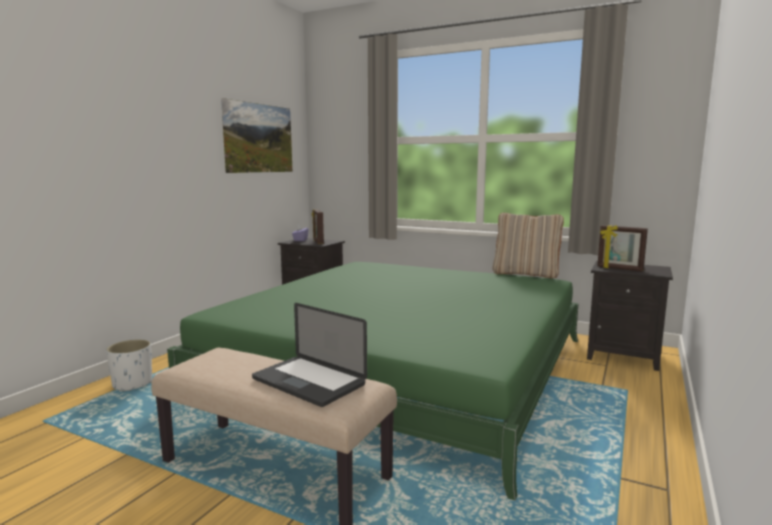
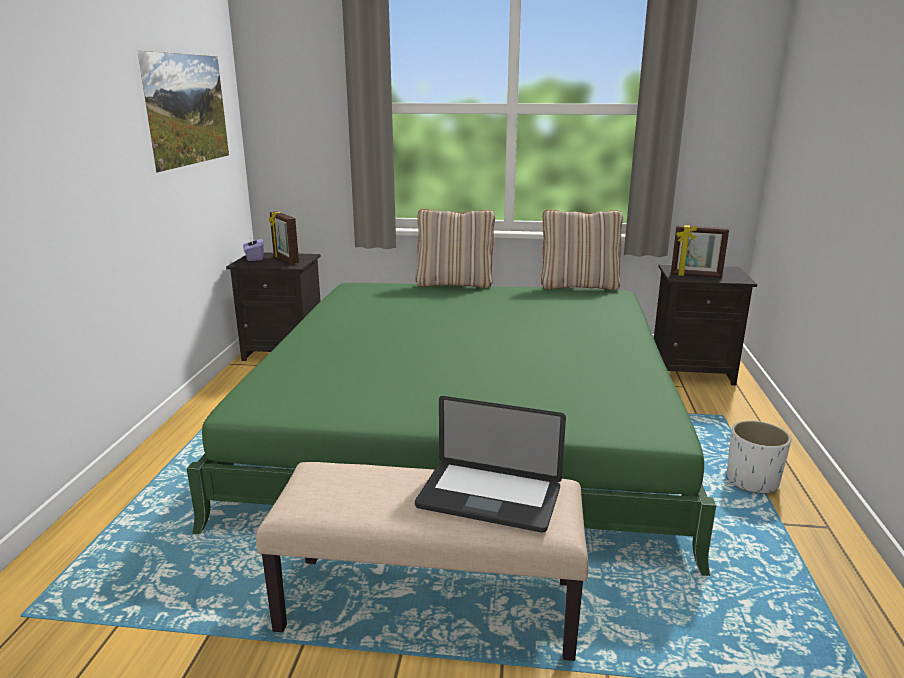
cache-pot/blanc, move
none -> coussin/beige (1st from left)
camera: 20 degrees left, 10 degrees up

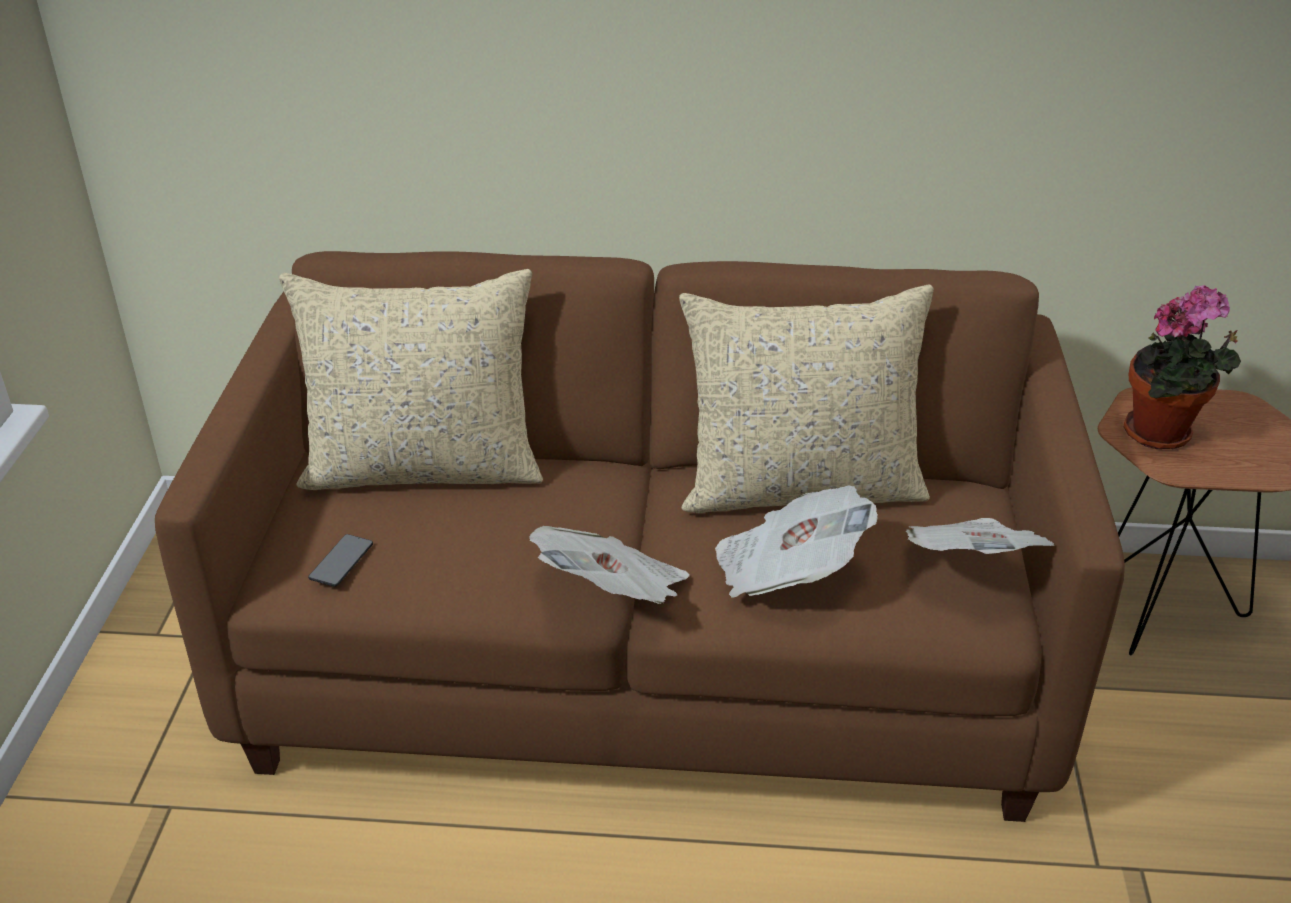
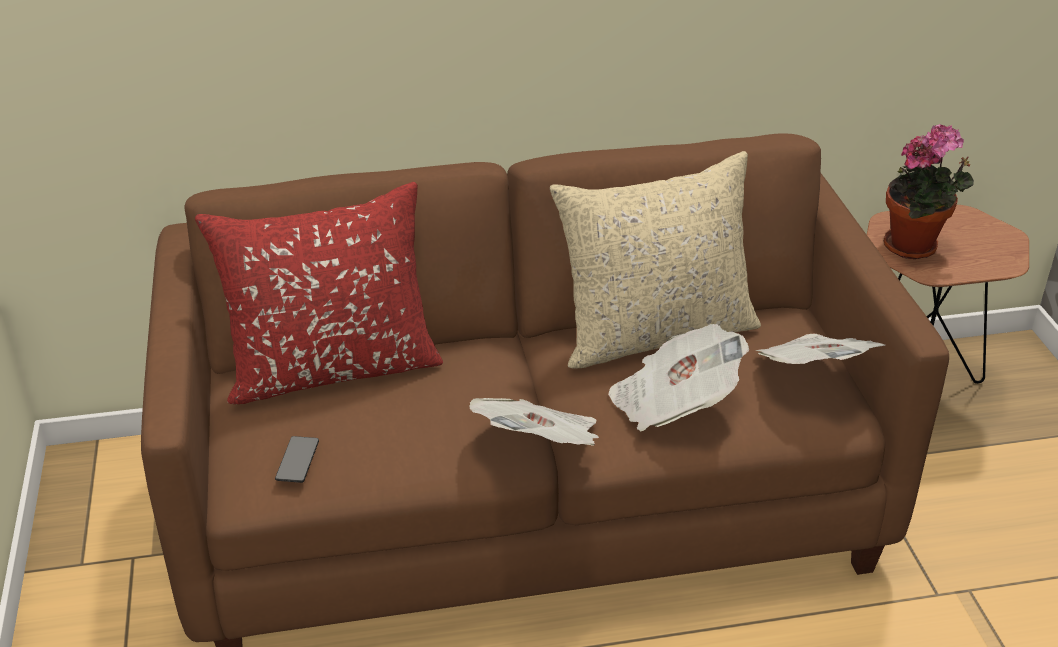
coussin/beige (1st from left) -> coussin/rouge
camera: 15 degrees left, 0 degrees up

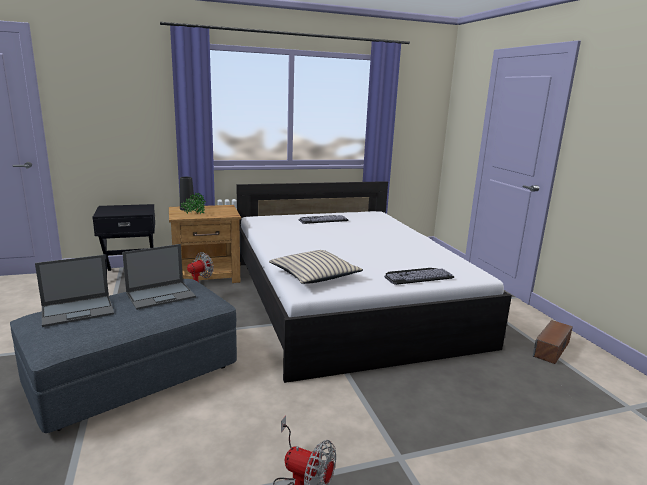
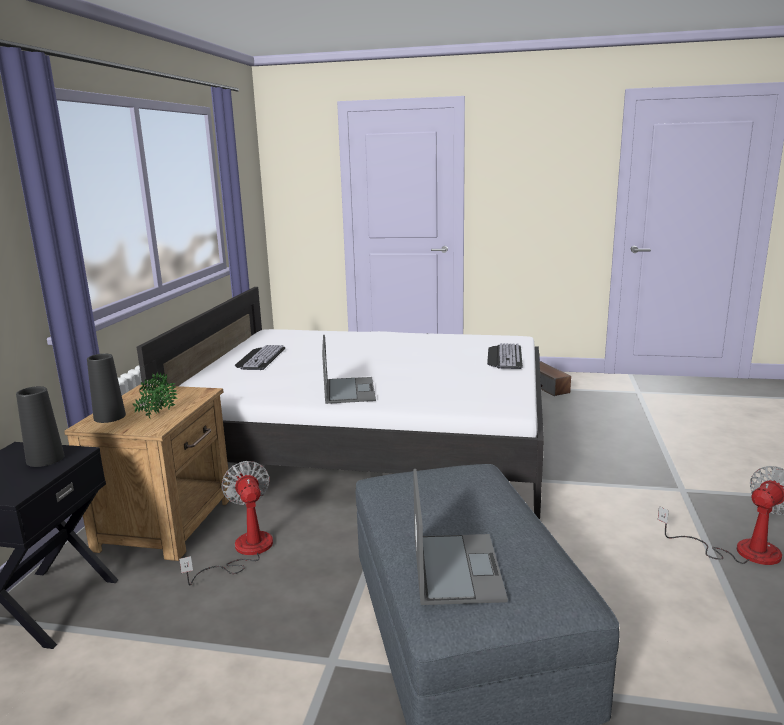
ordinateur portable (2nd from left in the first image) -> ordinateur portable (1st from left), move
coussin/beige -> none
none -> vase/noir (1st from left)
camera: 60 degrees left, 0 degrees up

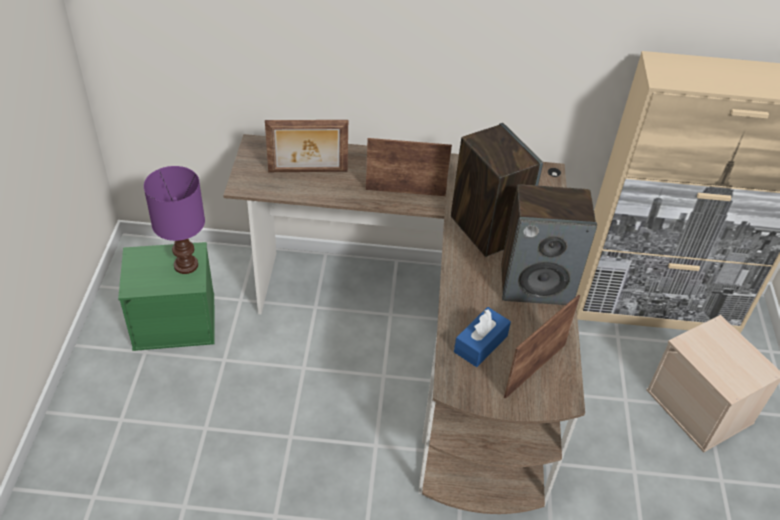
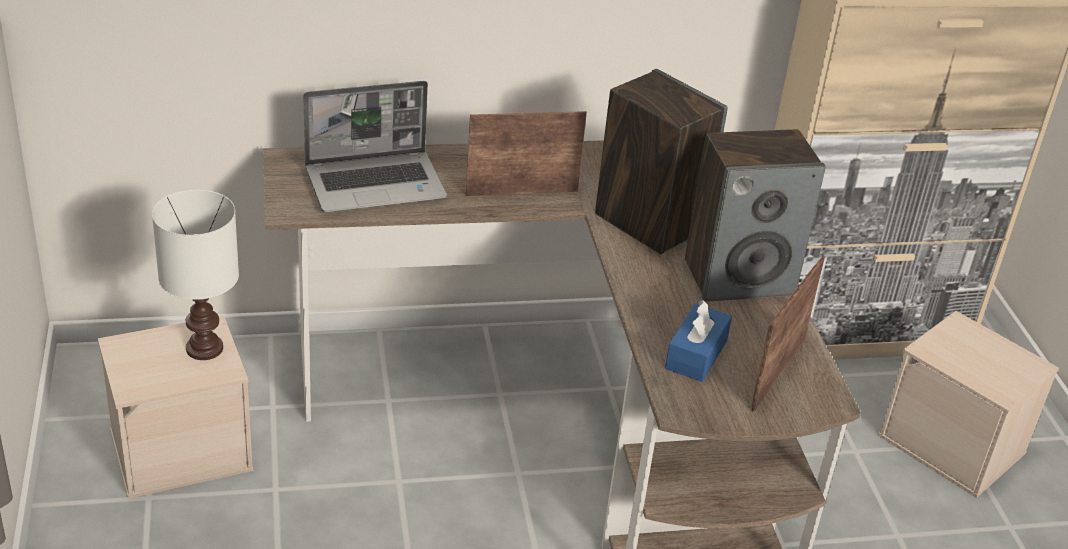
cadre photo (1st from left) -> ordinateur portable
lampe de table/violet -> lampe de table/blanc
boîte de rangement/vert -> boîte de rangement/beige (1st from left)
camera: 15 degrees left, 10 degrees down

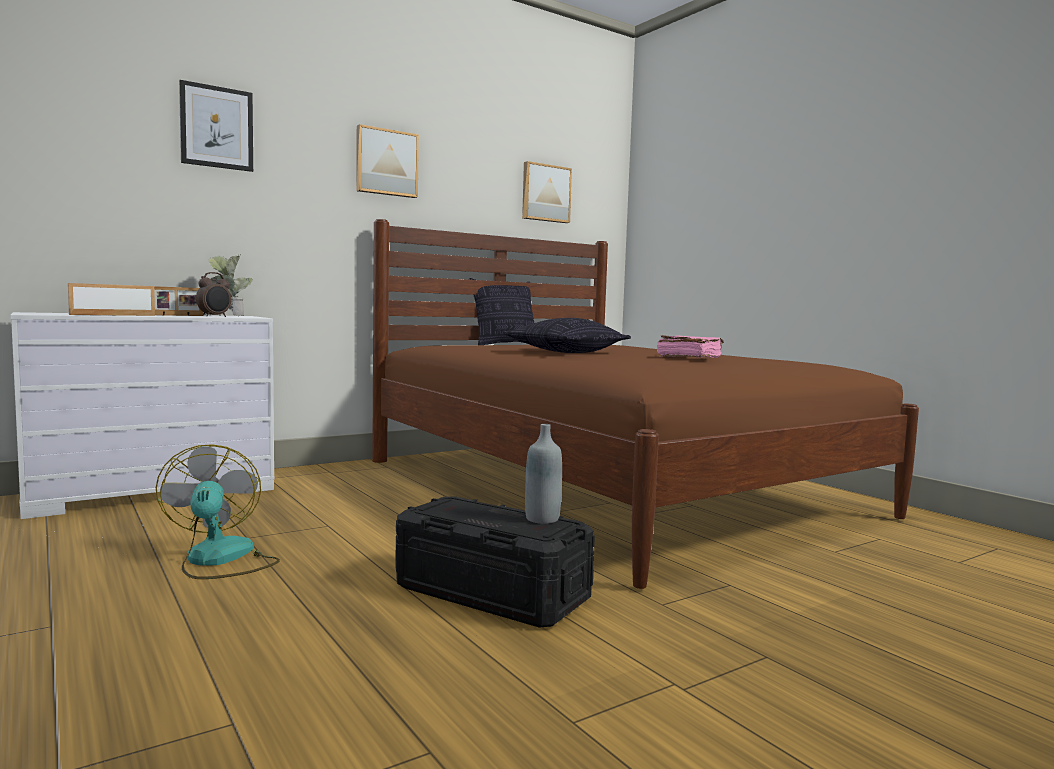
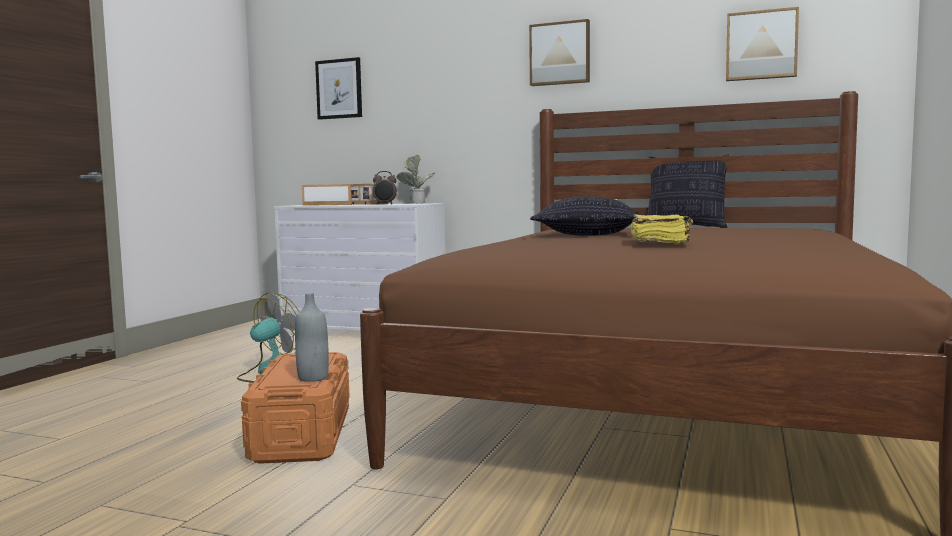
tableau (1st from left), move
livre/rose -> livre/jaune
boîte de rangement/noir -> boîte de rangement/orange
camera: 55 degrees right, 0 degrees up

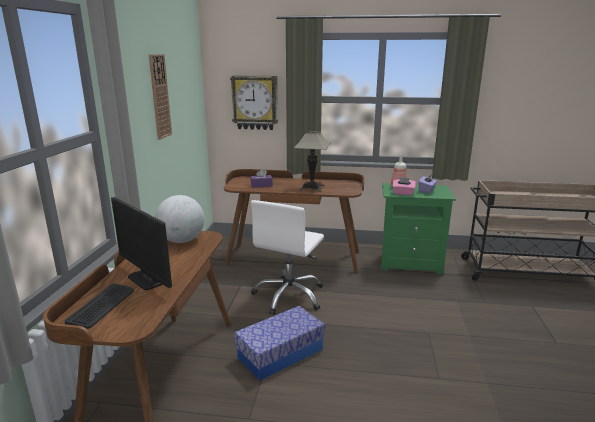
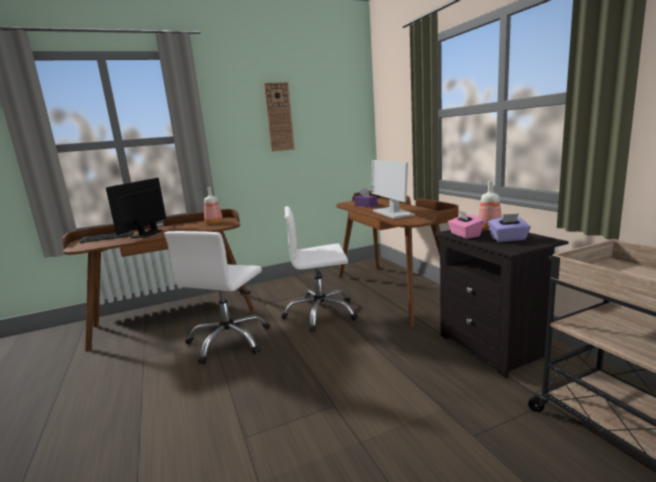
horloge murale (2nd from left) -> none
lampe de table -> écran d'ordinateur (2nd from left)
table de chevet/vert -> table de chevet/noir
globe -> bouteille (1st from left)
boîte de rangement -> chaise de bureau/blanc (1st from left)
camera: 60 degrees right, 5 degrees down

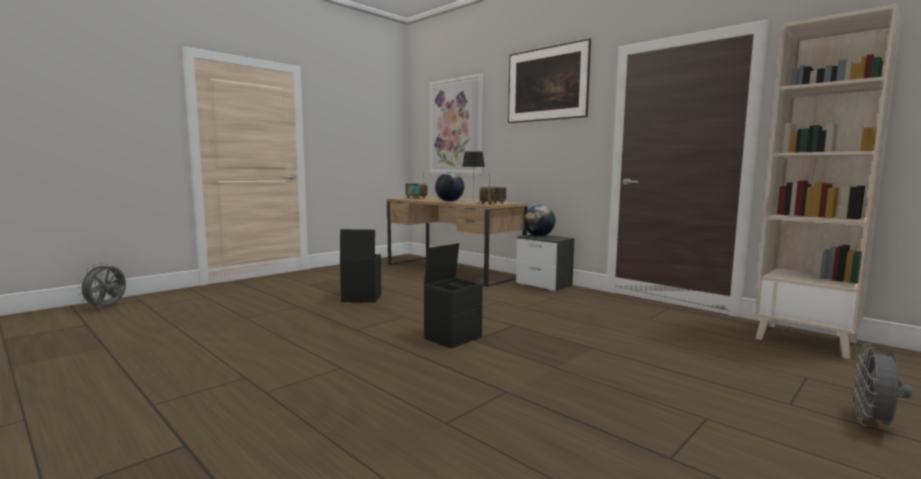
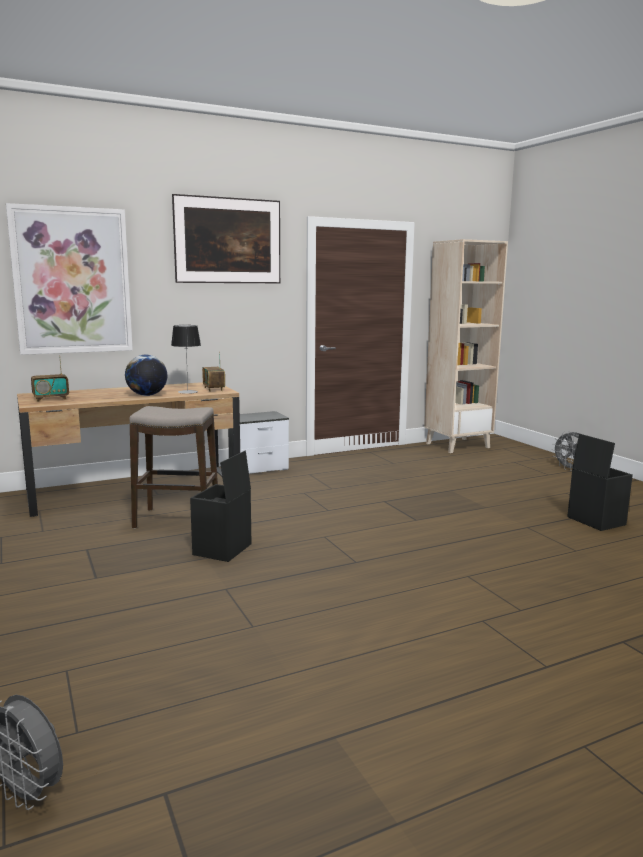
globe (2nd from left) -> none
boîte de rangement/noir (2nd from left), move
none -> tabouret
camera: 70 degrees left, 5 degrees up

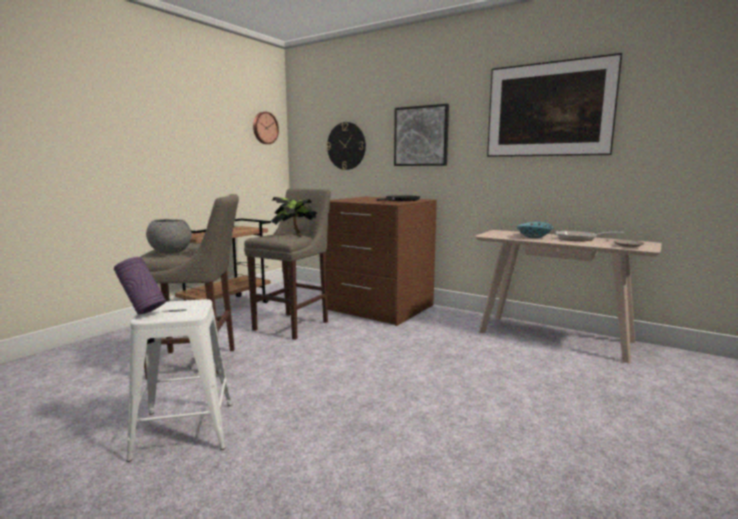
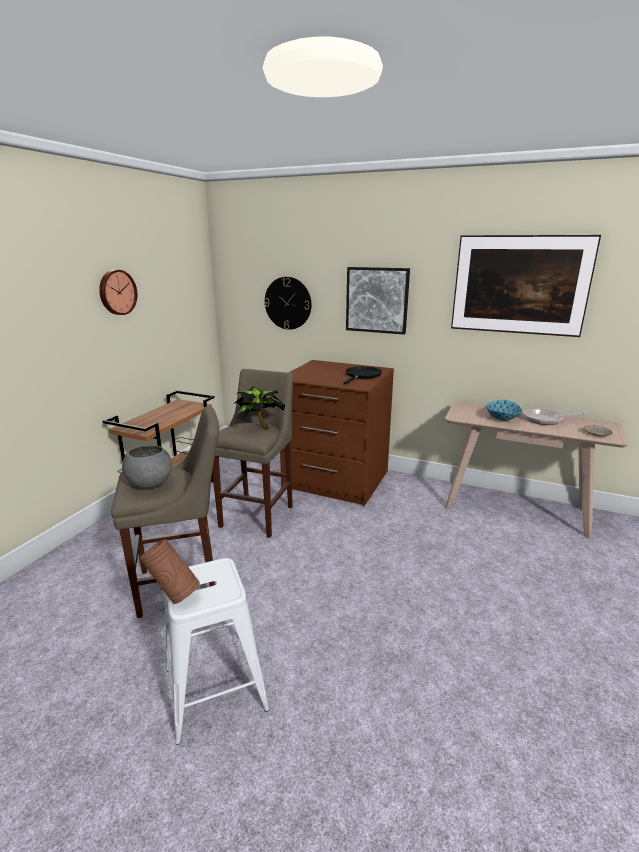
horloge murale (1st from left), move
vase/violet -> vase/marron
camera: 10 degrees left, 10 degrees up

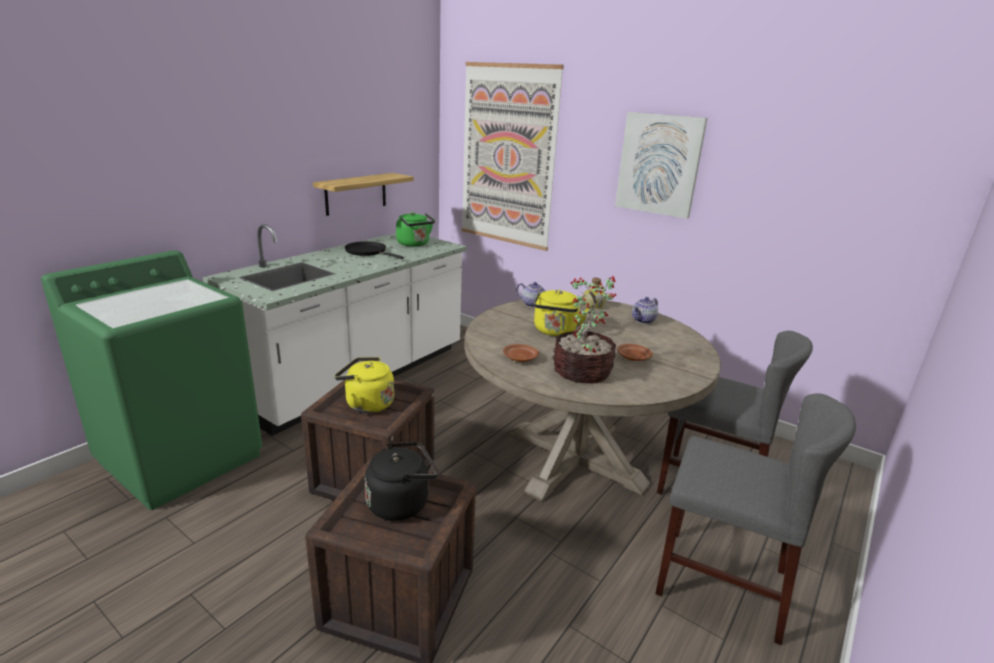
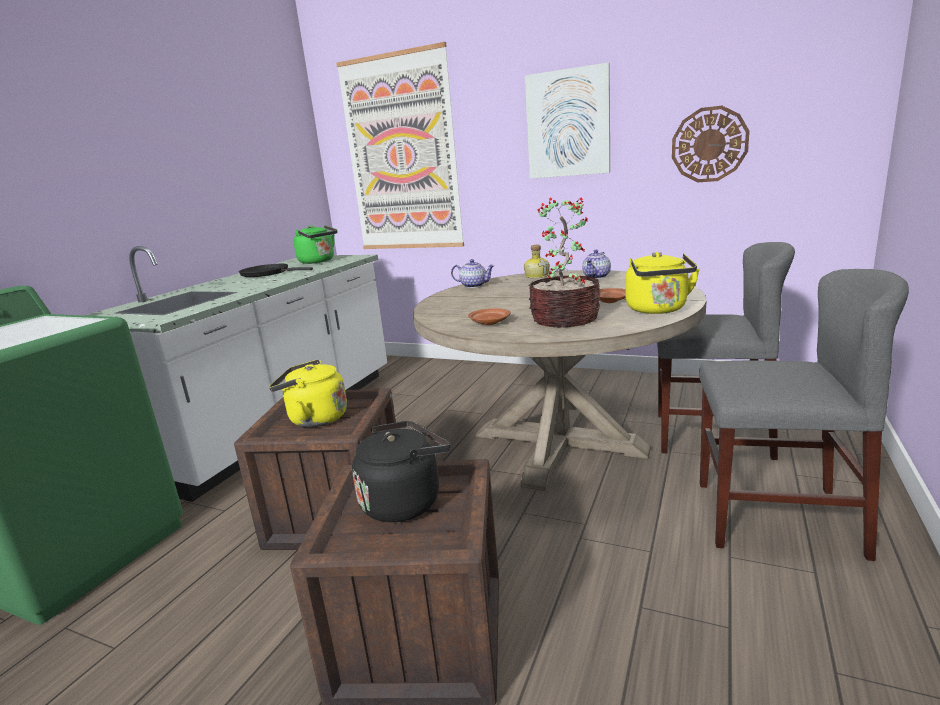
étagère -> none
bouilloire/jaune (2nd from left), move
none -> horloge murale
camera: 10 degrees left, 5 degrees down

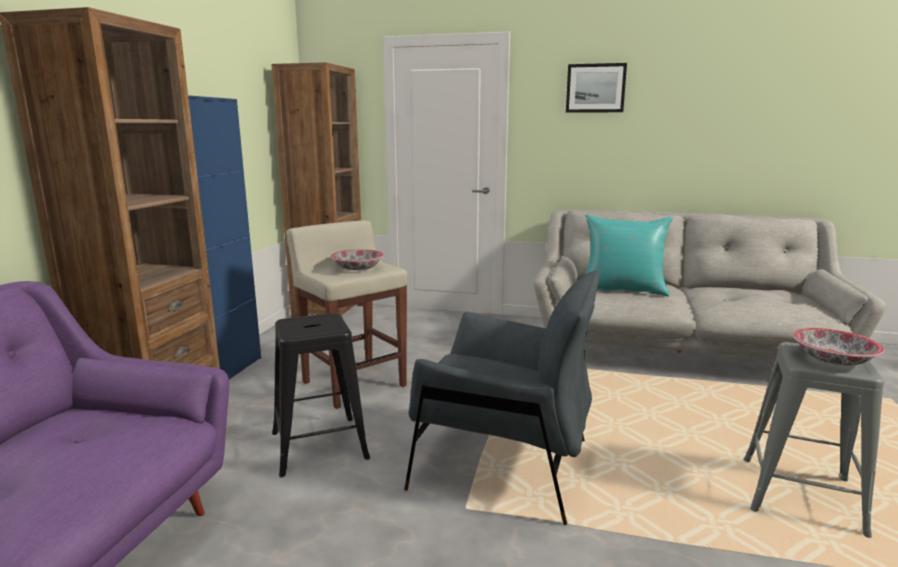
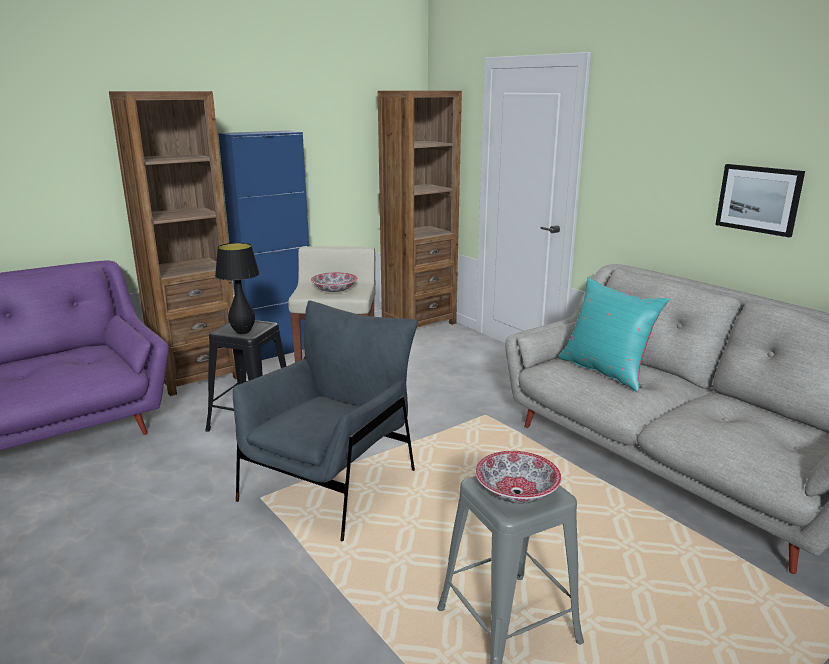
tableau, move
fauteuil/gris, 120 degrees counterclockwise
none -> lampe de table/noir
camera: 40 degrees right, 5 degrees up

